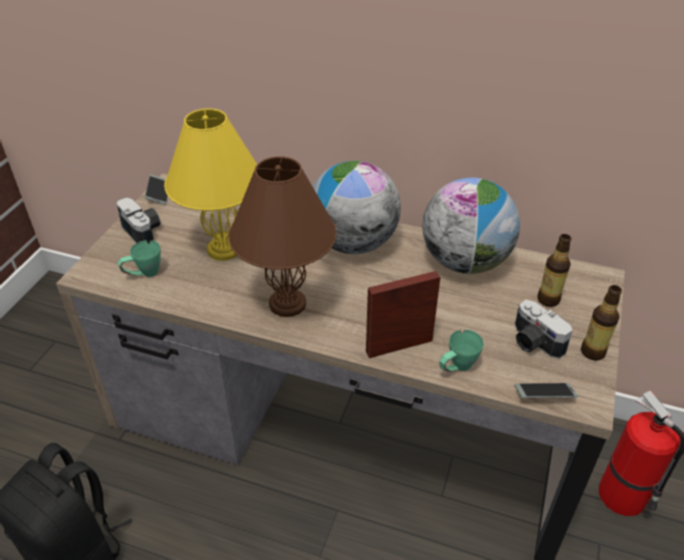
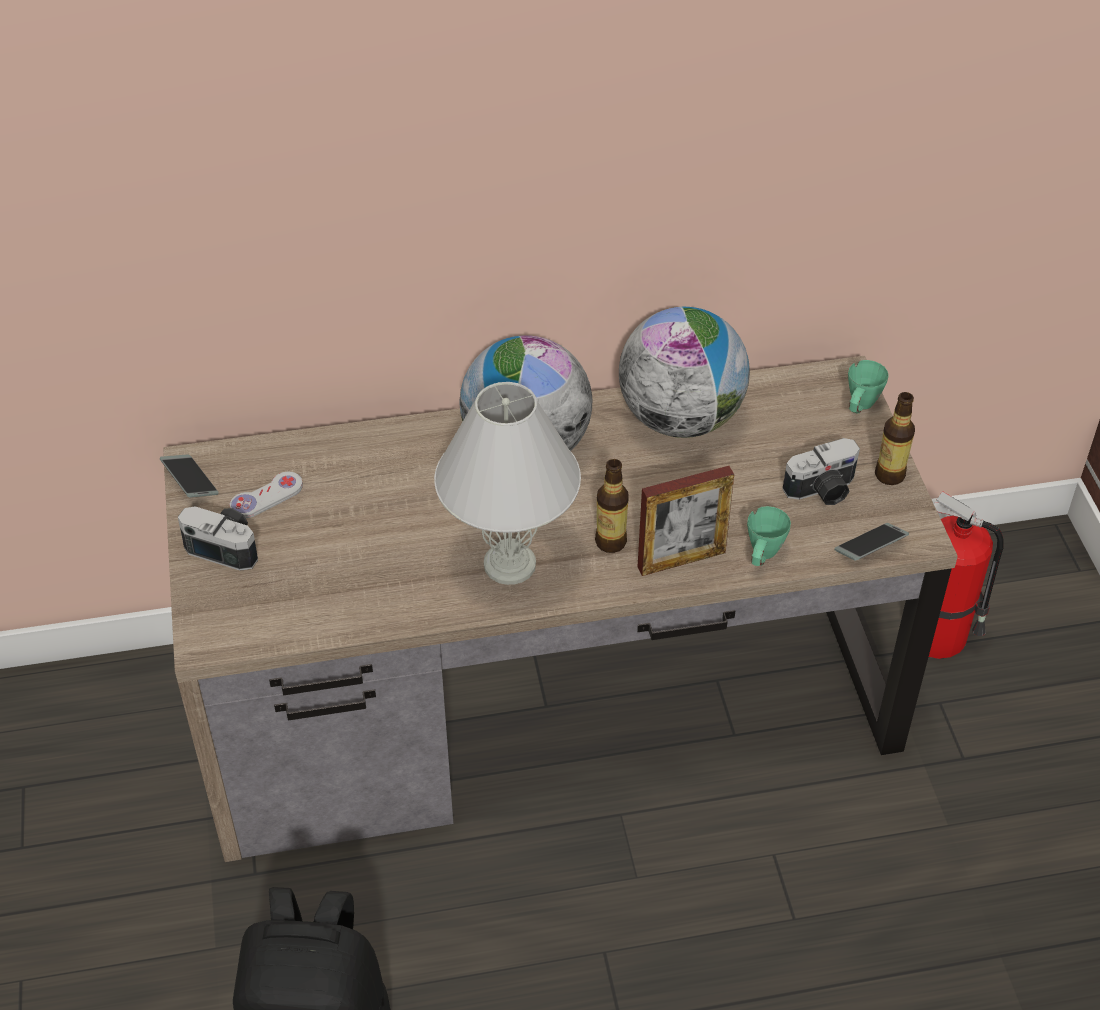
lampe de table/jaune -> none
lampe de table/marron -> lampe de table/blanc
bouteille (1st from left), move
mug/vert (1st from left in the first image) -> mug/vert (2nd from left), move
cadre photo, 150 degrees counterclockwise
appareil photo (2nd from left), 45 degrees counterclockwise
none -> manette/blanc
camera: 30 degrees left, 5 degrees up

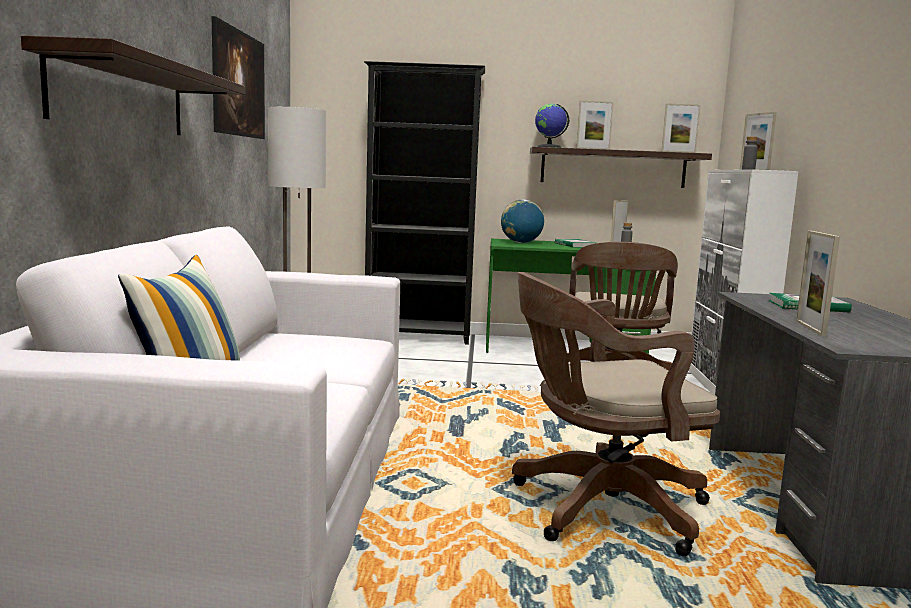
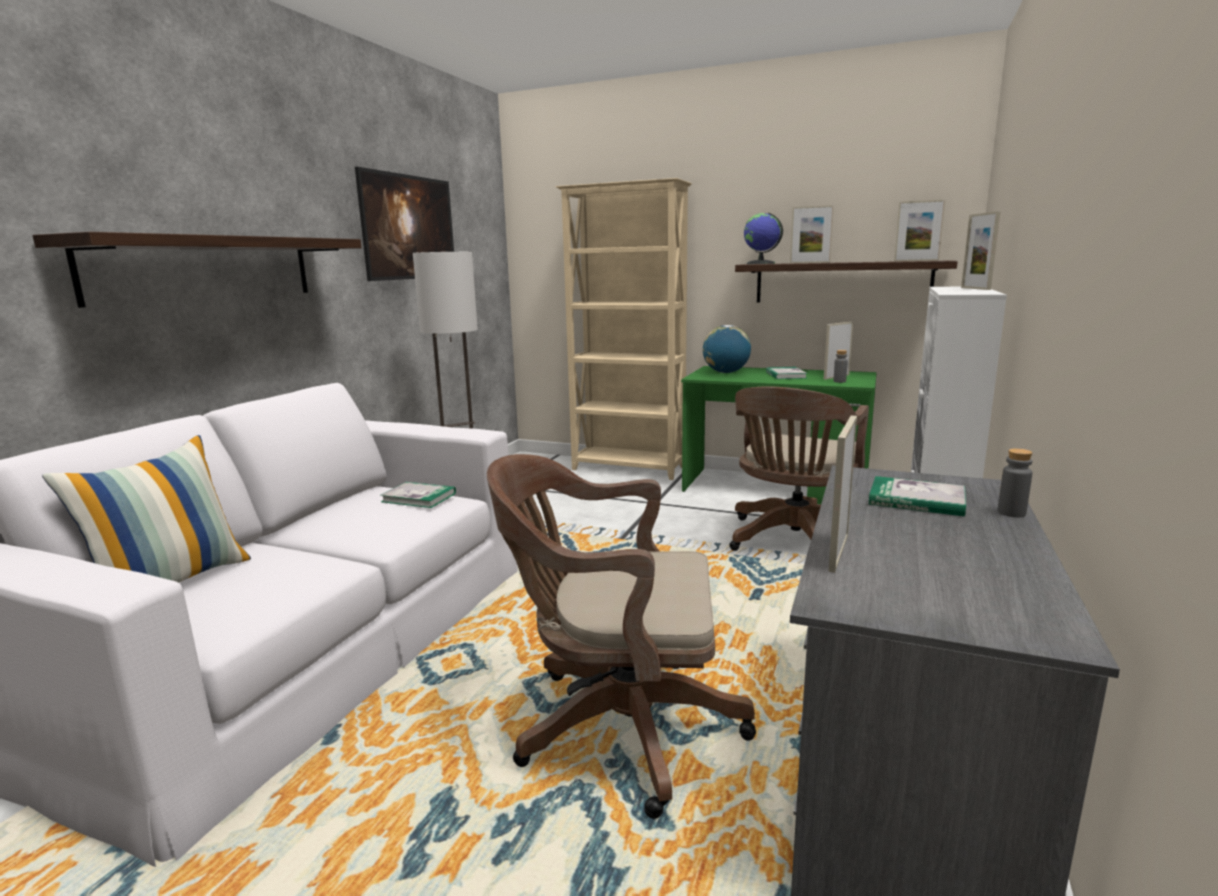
bibliothèque/noir -> bibliothèque/beige
bouteille/gris (2nd from left), move
none -> livre (1st from left)
camera: 20 degrees right, 5 degrees up

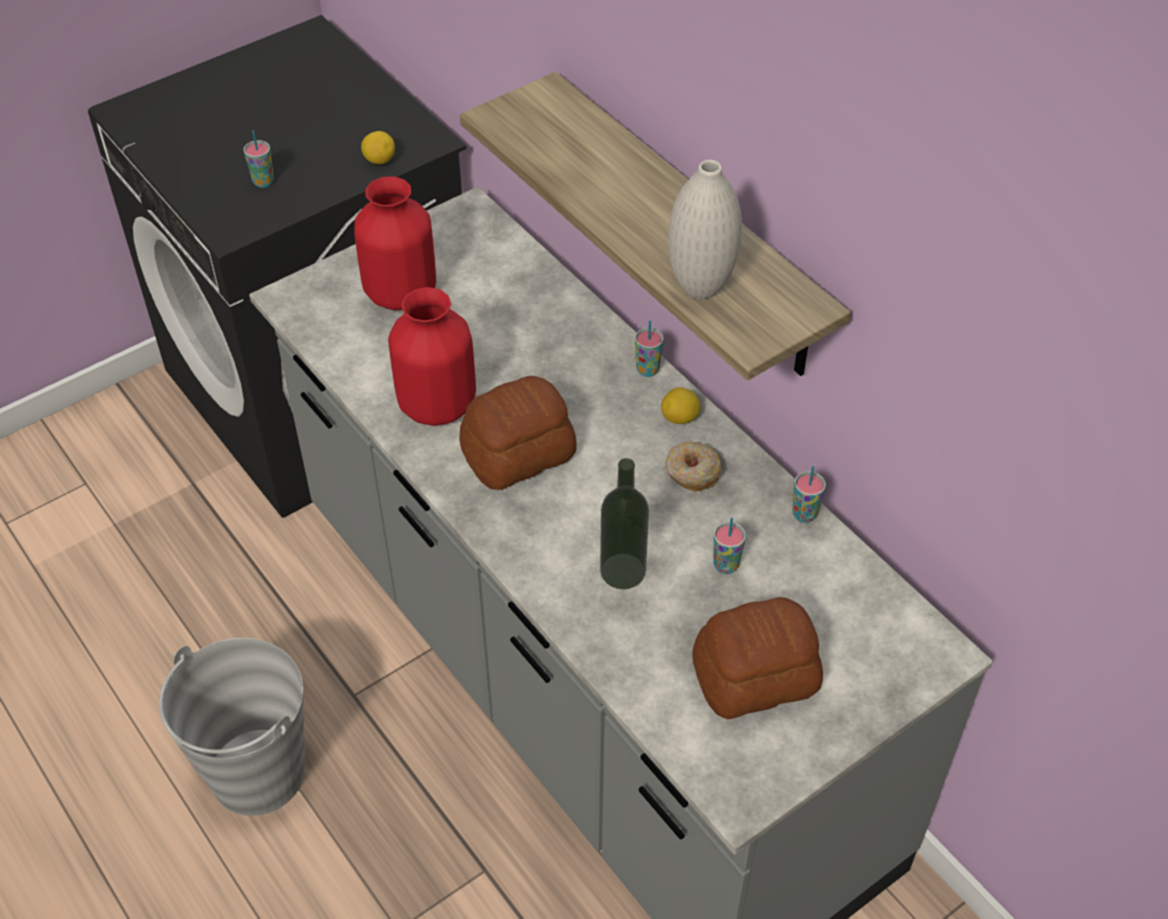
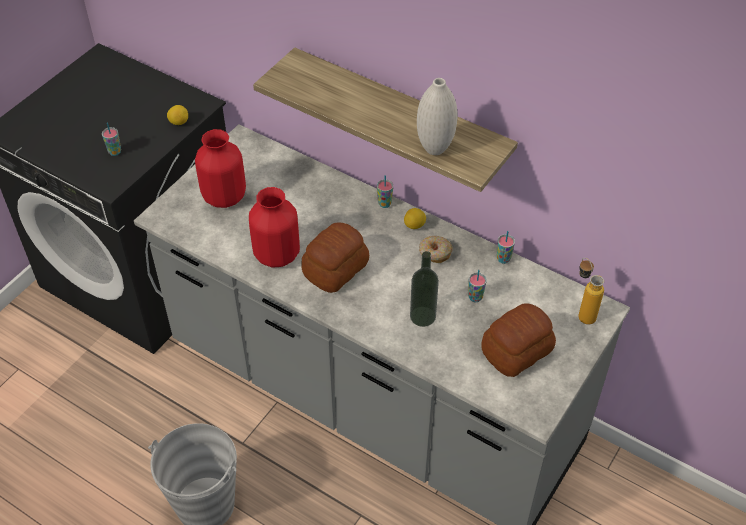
none -> bouteille (2nd from left)
camera: 20 degrees left, 0 degrees up

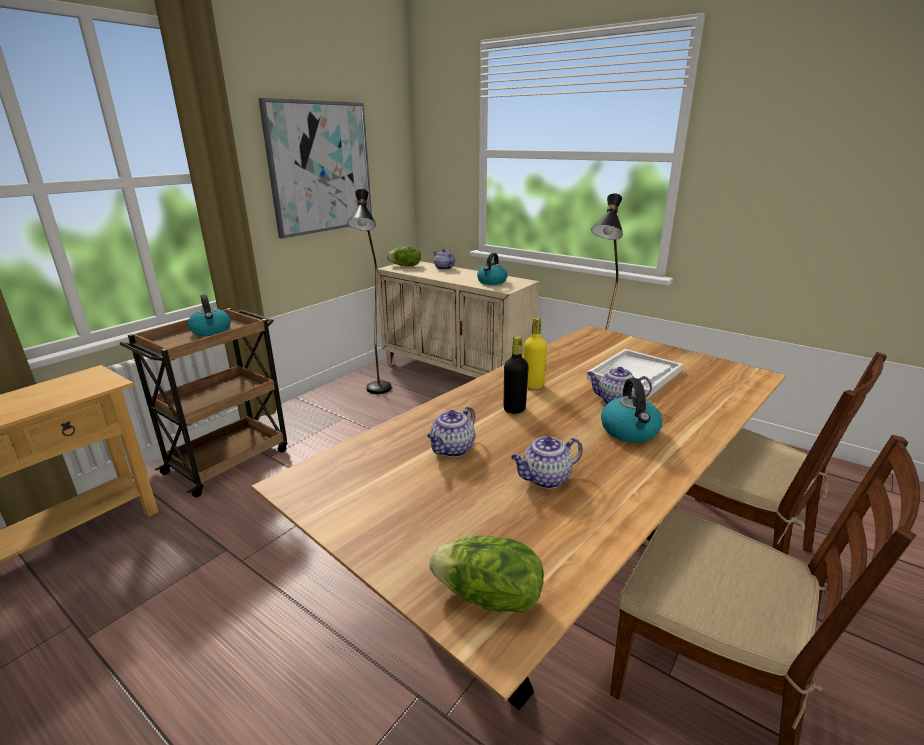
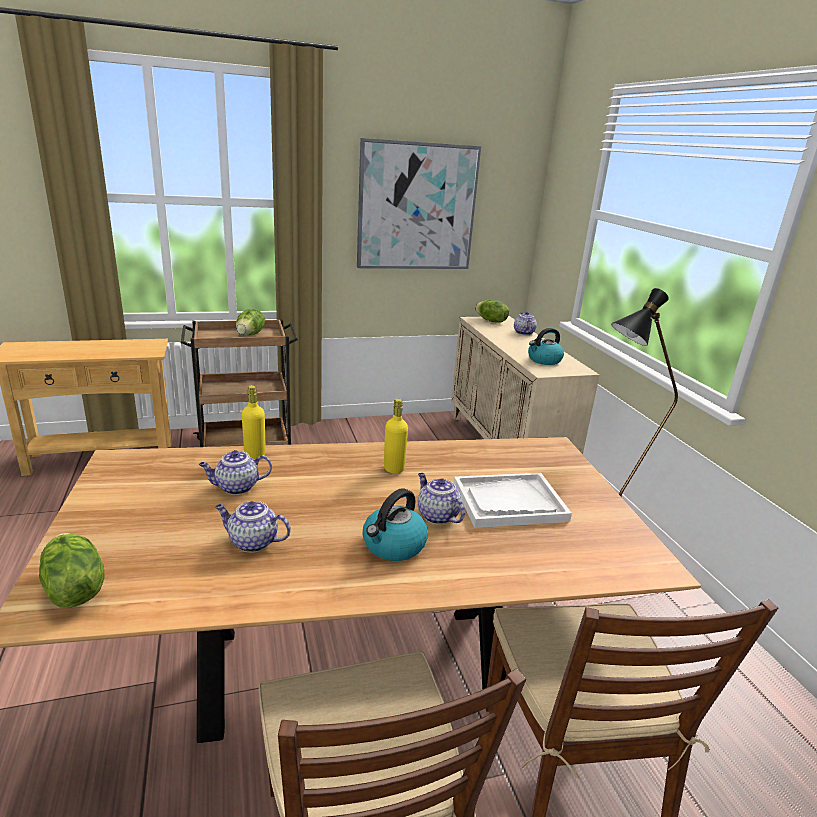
lampadaire/noir (1st from left) -> none
bouilloire (1st from left) -> laitue (2nd from left)
bouteille/noir -> none
none -> bouteille/jaune (1st from left)
camera: 35 degrees right, 0 degrees up

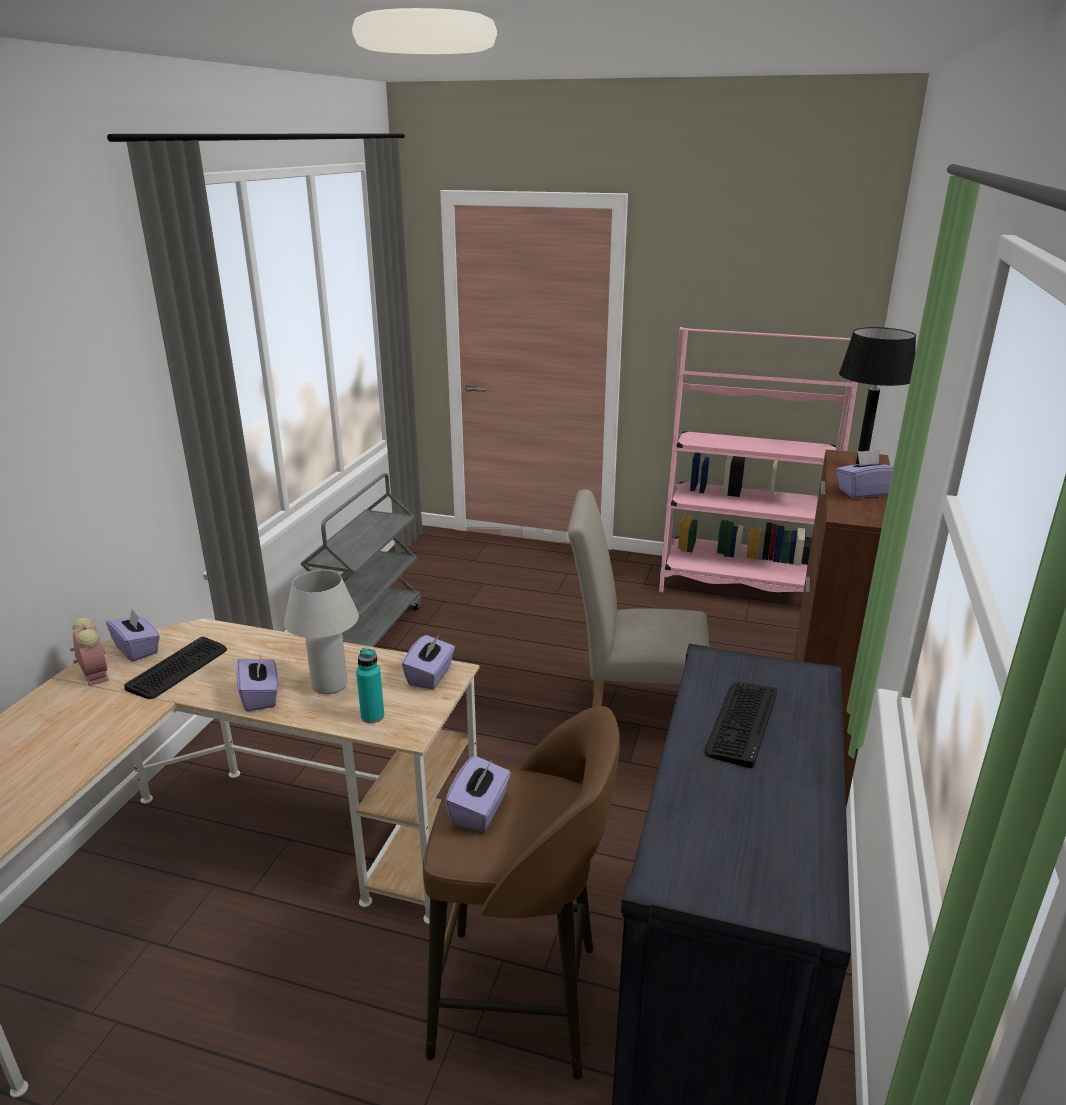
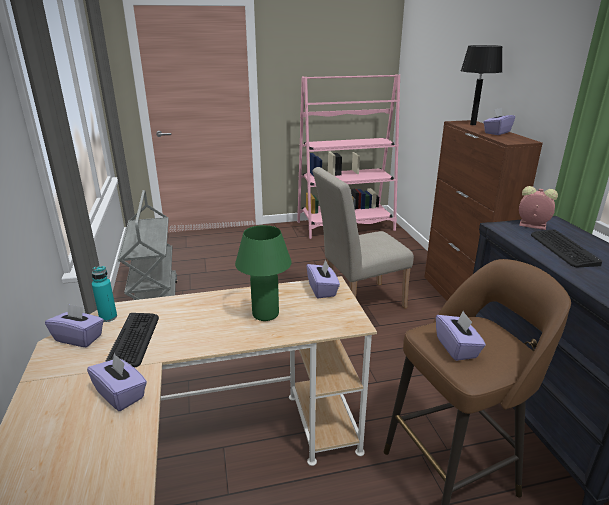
lampe de table/blanc -> lampe de table/vert
réveil, move
bouteille/turquoise, move
boîte à mouchoirs/violet (2nd from left), move
camera: 30 degrees left, 0 degrees up

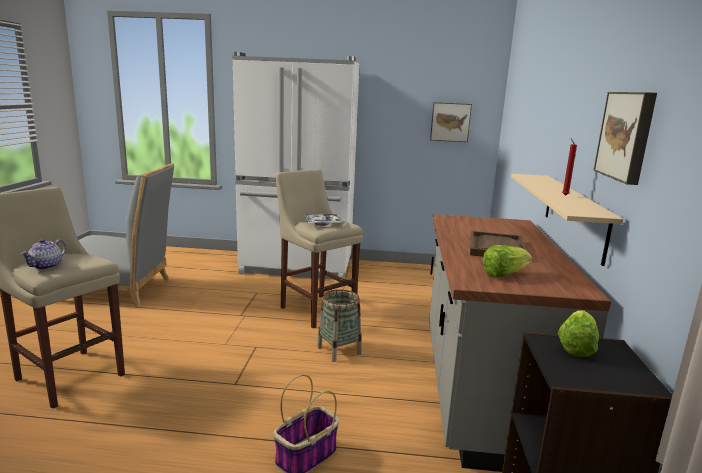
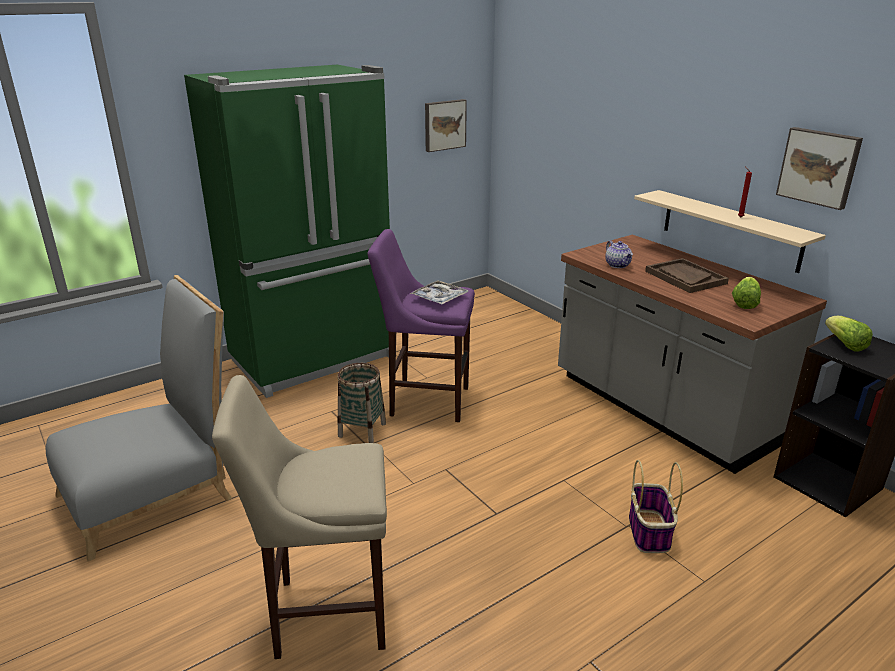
réfrigérateur/blanc -> réfrigérateur/vert
tabouret/beige (2nd from left) -> tabouret/violet
théière, move
panier (2nd from left in the first image) -> panier (1st from left), move
camera: 40 degrees left, 10 degrees up

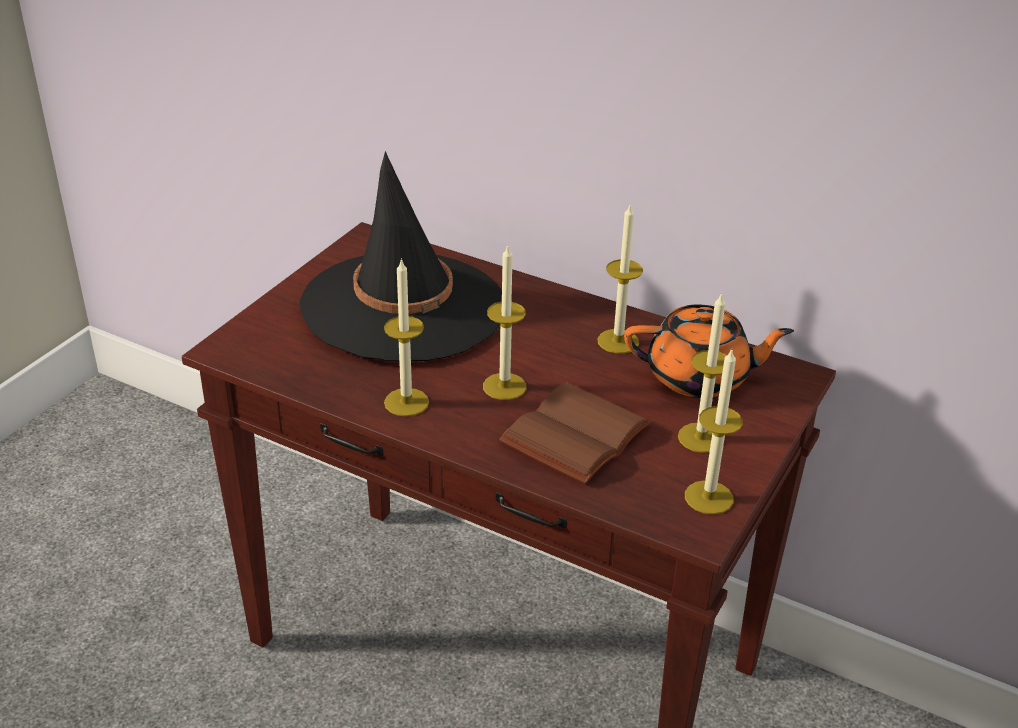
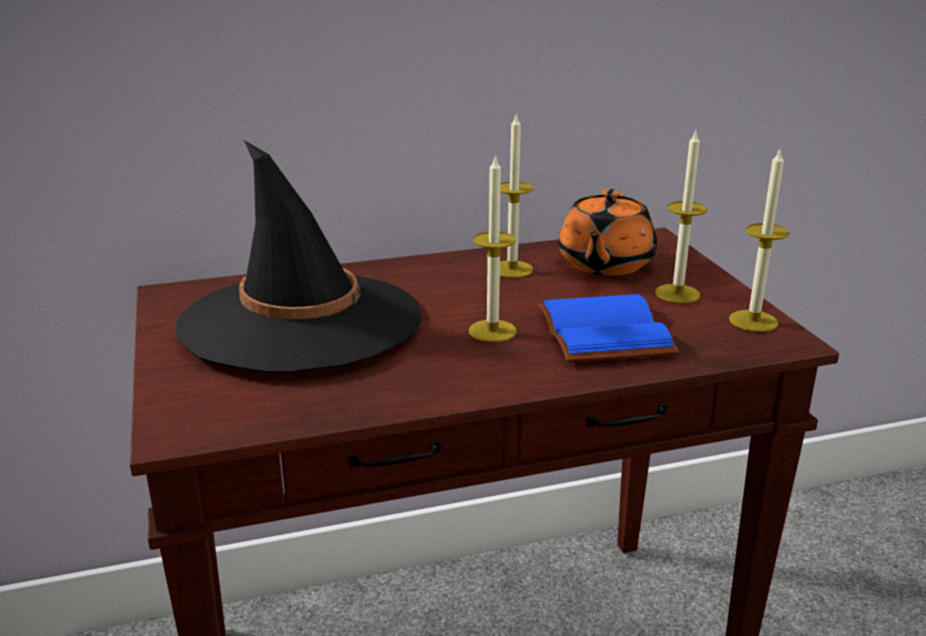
bougie (1st from left) -> none
théière/orange, 150 degrees clockwise
livre/marron -> livre/bleu
camera: 45 degrees left, 10 degrees down

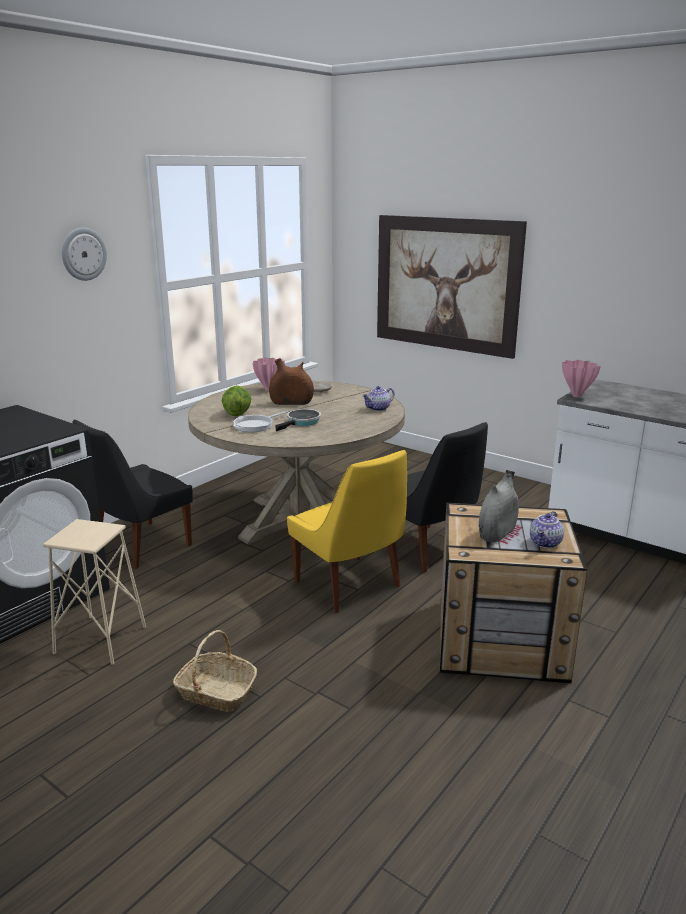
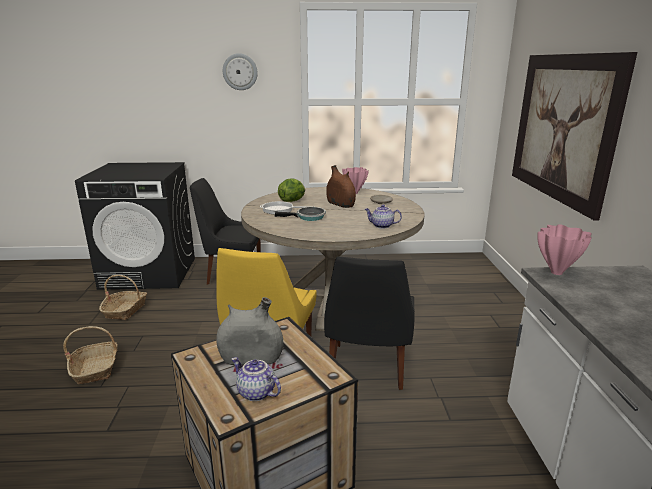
théière (2nd from left in the first image) -> théière (1st from left), 45 degrees clockwise
tabouret/beige -> panier (2nd from left)
camera: 50 degrees right, 0 degrees up

